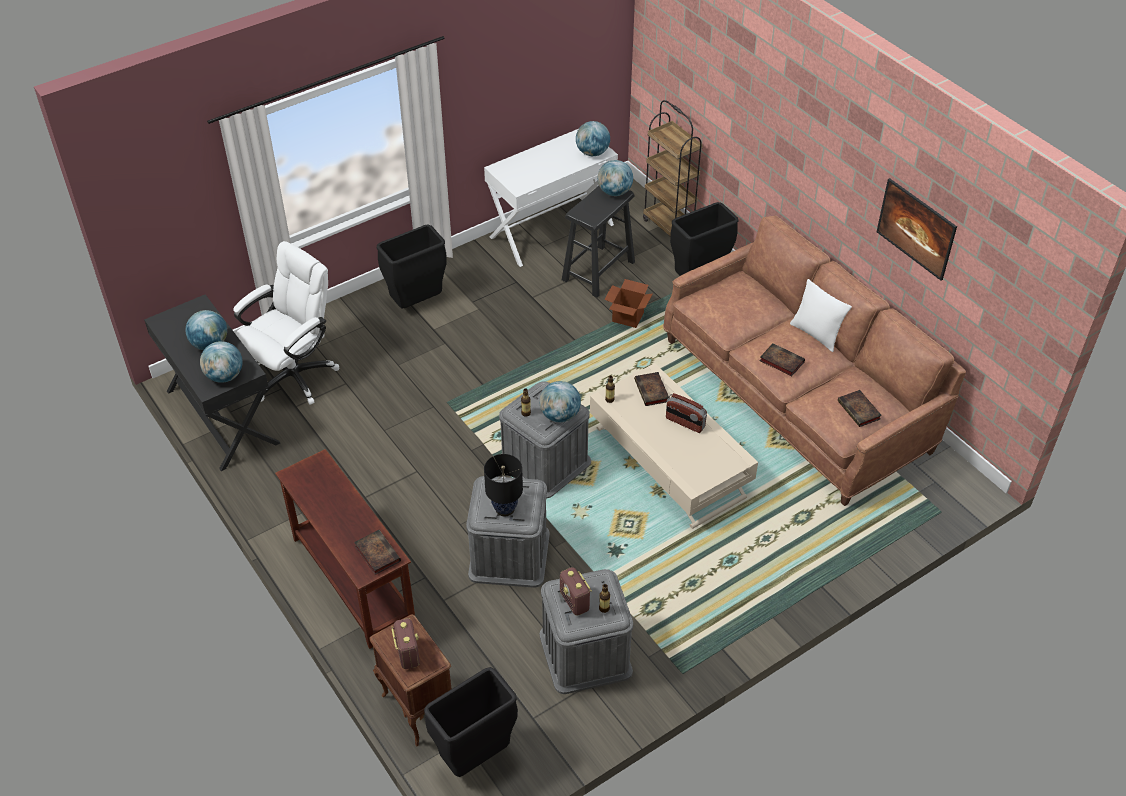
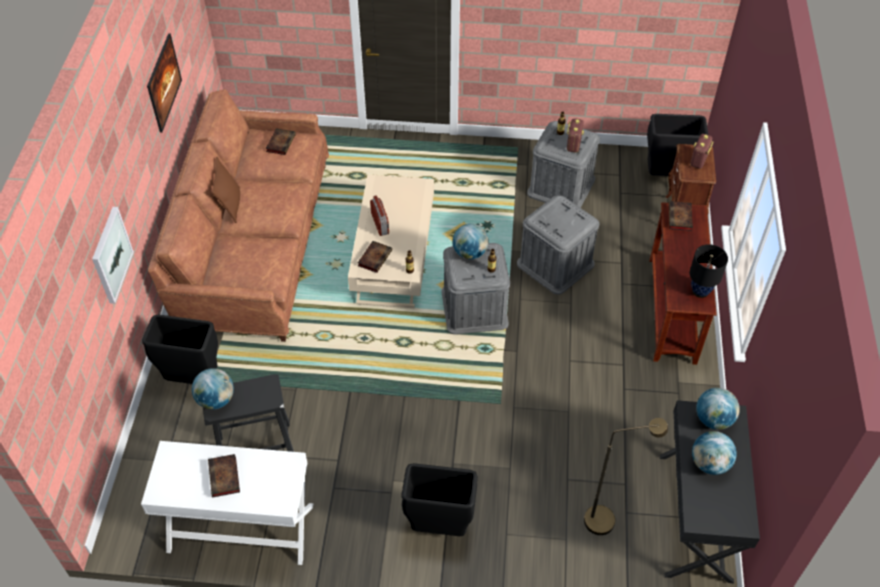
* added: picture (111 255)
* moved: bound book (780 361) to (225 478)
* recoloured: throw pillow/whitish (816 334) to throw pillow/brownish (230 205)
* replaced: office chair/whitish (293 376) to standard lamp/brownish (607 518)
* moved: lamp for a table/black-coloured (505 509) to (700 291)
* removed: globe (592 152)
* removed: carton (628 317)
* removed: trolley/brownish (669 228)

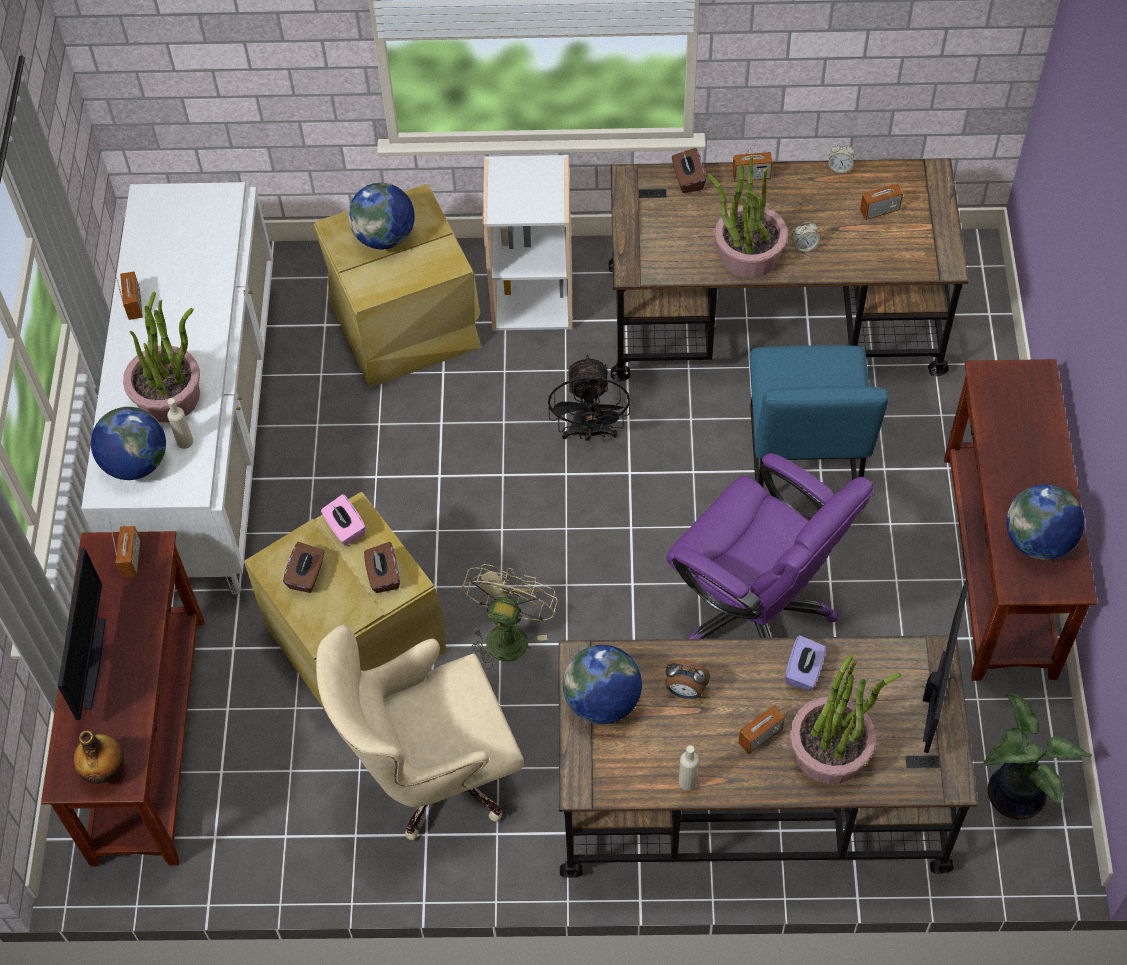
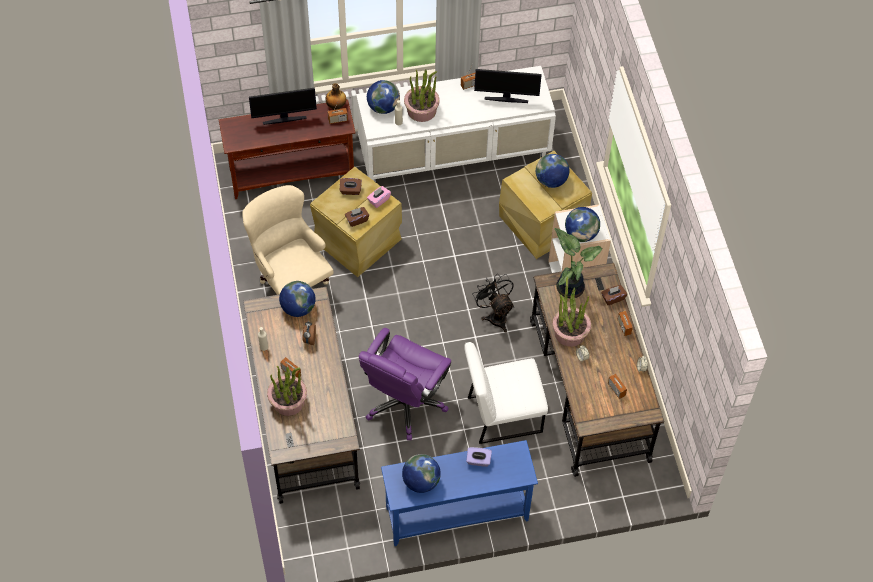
* moved: drink bottle (105 769) to (336 106)
* recoloured: console table/brownish (999 566) to console table/blue (456 514)
* recoloured: chair/blue (803 459) to chair/whitish (502 414)
* moved: tissue holder/purple (803 671) to (478 461)
* turned: electric fan/black-coloured (589 433) = (495 315) 75 degrees clockwise
* moved: computer display (932 695) to (506 99)
* moved: houseplant (1011 794) to (570 286)
* added: globe (581 234)
* removed: electric fan/beige (508 633)

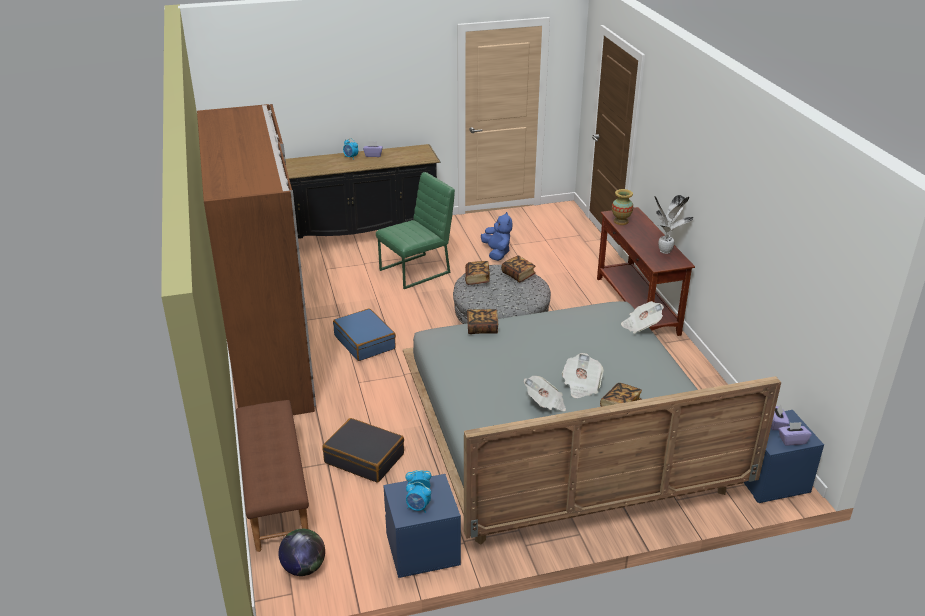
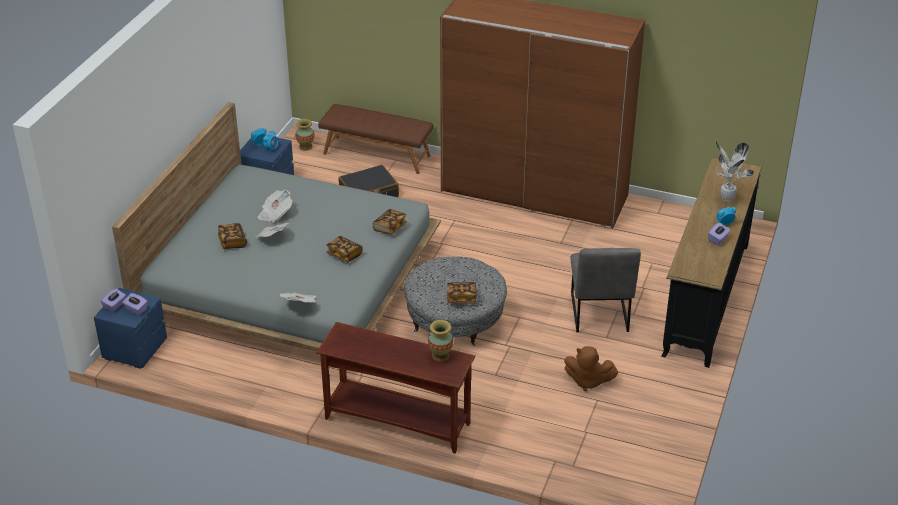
* replaced: globe (303 568) to decorative vase (306 147)
* moved: bound book (477 279) to (344 255)
* recoloured: soft toy/blue (497 253) to soft toy/brownish (587 381)
* recoloured: chair/green (417 271) to chair/grey (599 313)
* moved: houseplant (665 251) to (726 198)
* removed: travel case/blue (365 342)

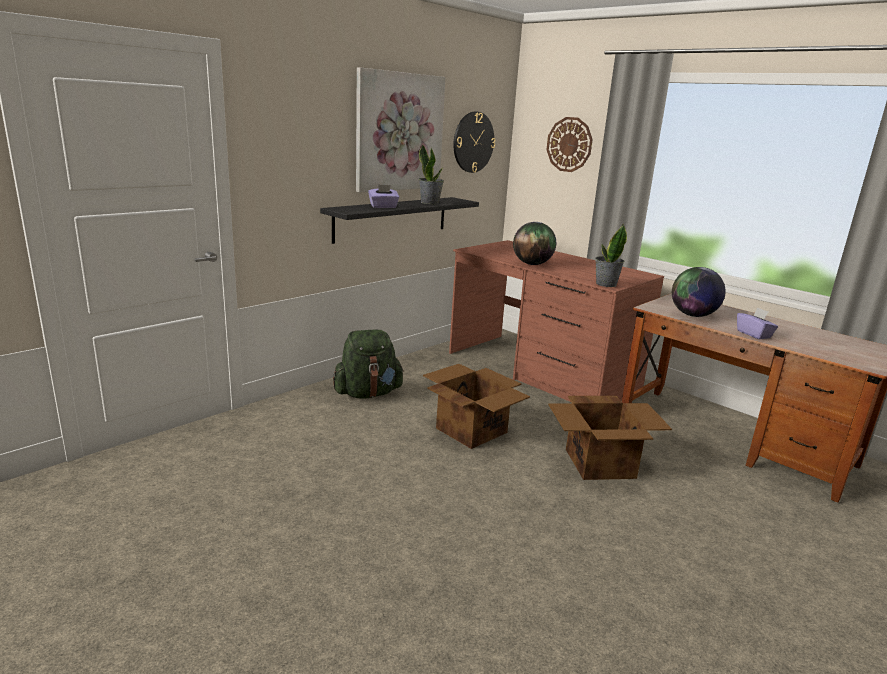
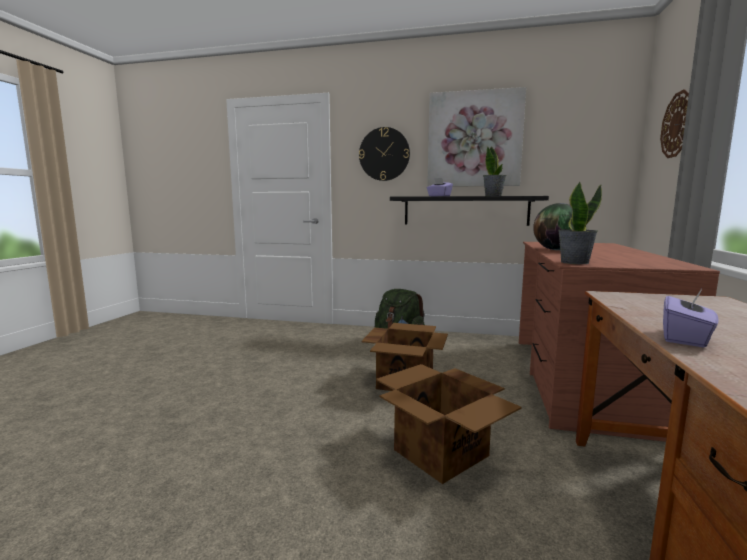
* moved: clock on the wall (473 142) to (384 154)
* removed: globe (693 315)

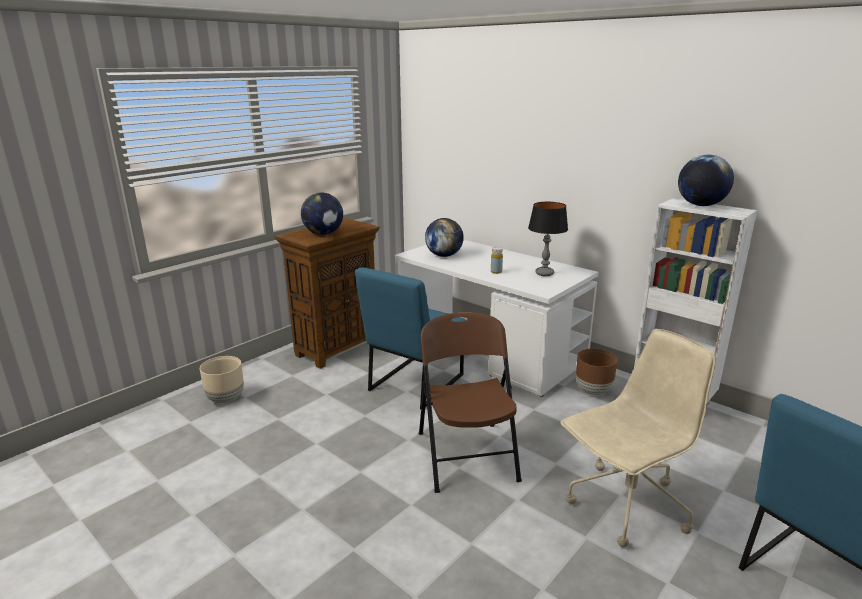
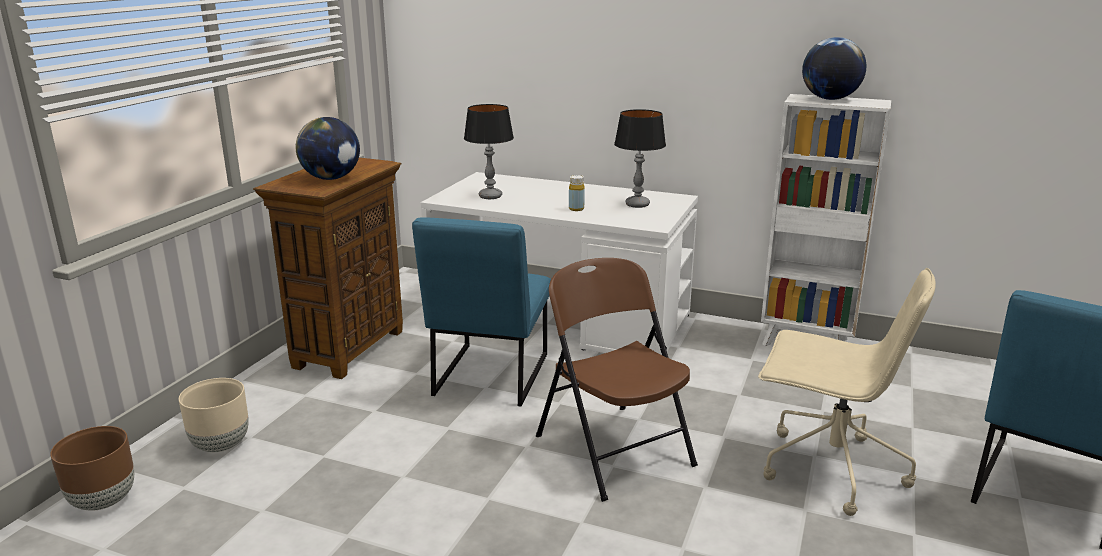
* moved: flower pot/brownish (593 391) to (104 500)
* replaced: globe (444 255) to lamp for a table (490 196)
* turned: office chair/beige (623 507) = (825 468) 75 degrees clockwise

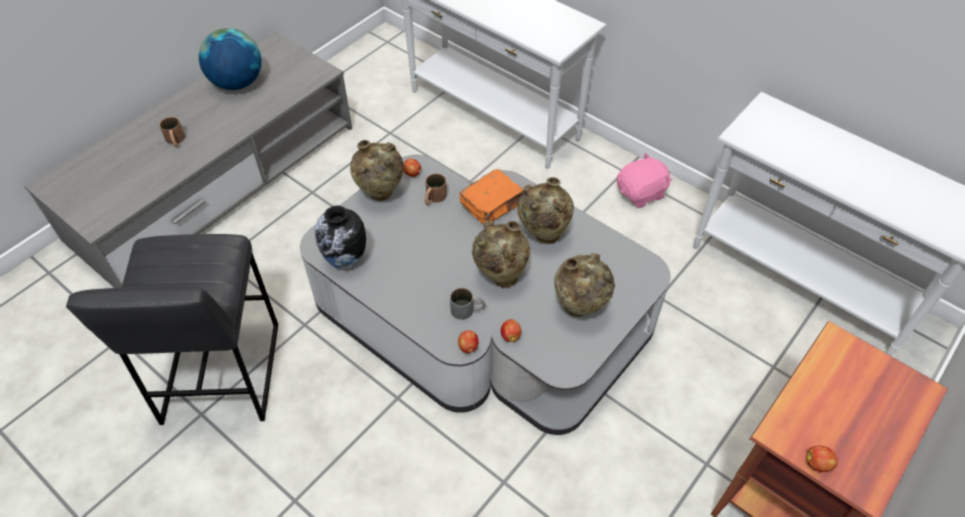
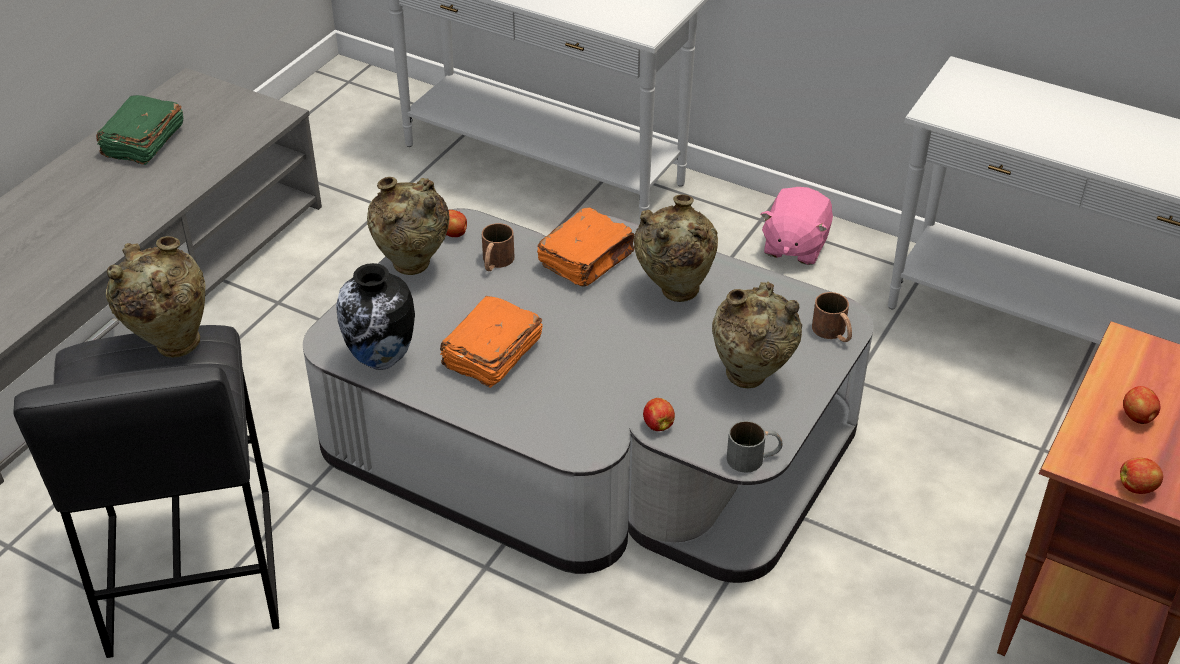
* replaced: globe (237 83) to bound book/green (142 142)
* moved: decorative vase/beige (500 277) to (170 344)
* added: bound book/orangey (491 355)
* moved: coffee mug/grey (468 310) to (754 458)
* turned: soft toy/pinkish (641 193) = (794 246) 150 degrees clockwise
* moved: coffee mug/brownish (175 141) to (833 333)
* moved: apple (468 347) to (1137 417)

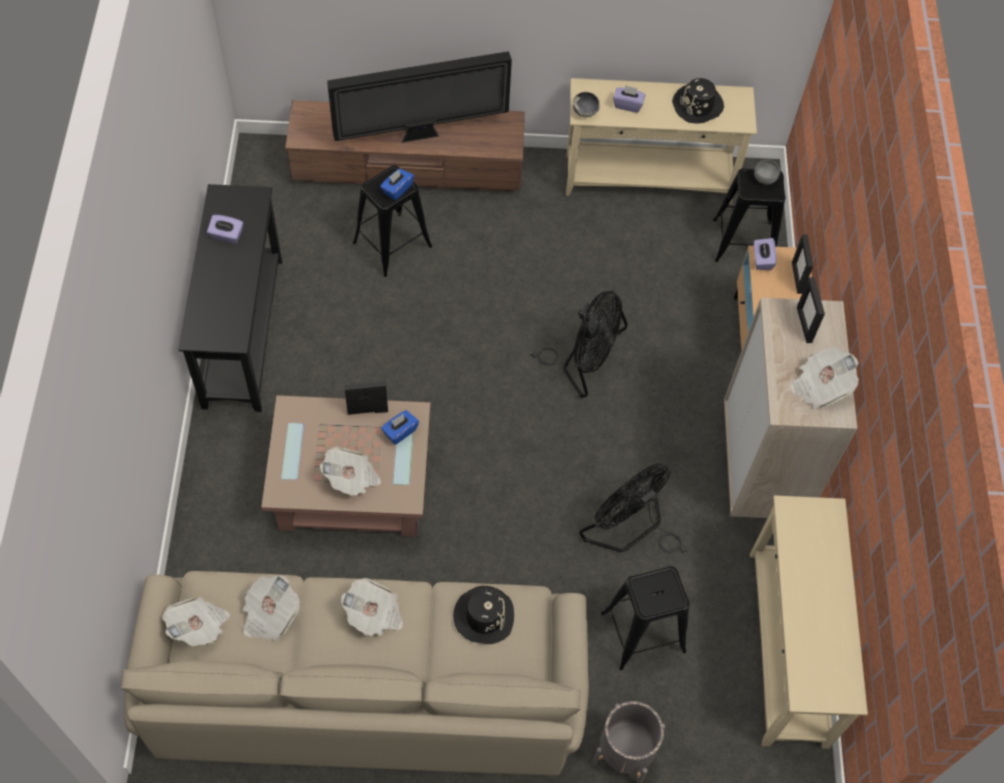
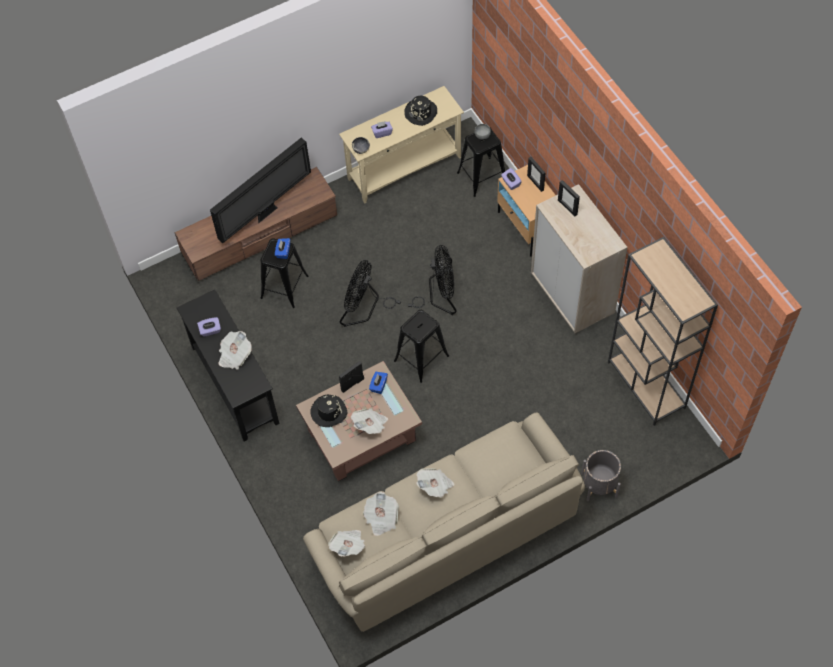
* moved: newspaper (820 386) to (234 355)
* moved: wearable hat/black-coloured (484 616) to (328 412)
* moved: electric fan/black-coloured (634 526) to (366 304)
* moved: sitting stool/black-coloured (643 632) to (421 358)
* replaced: console table/beige (788 649) to bookcase (647 385)

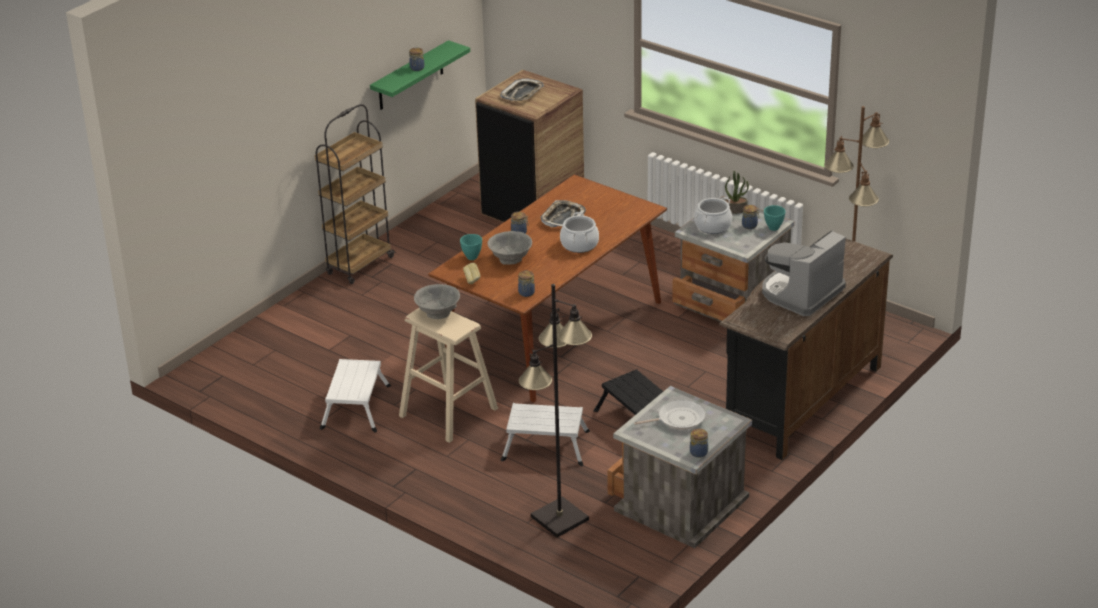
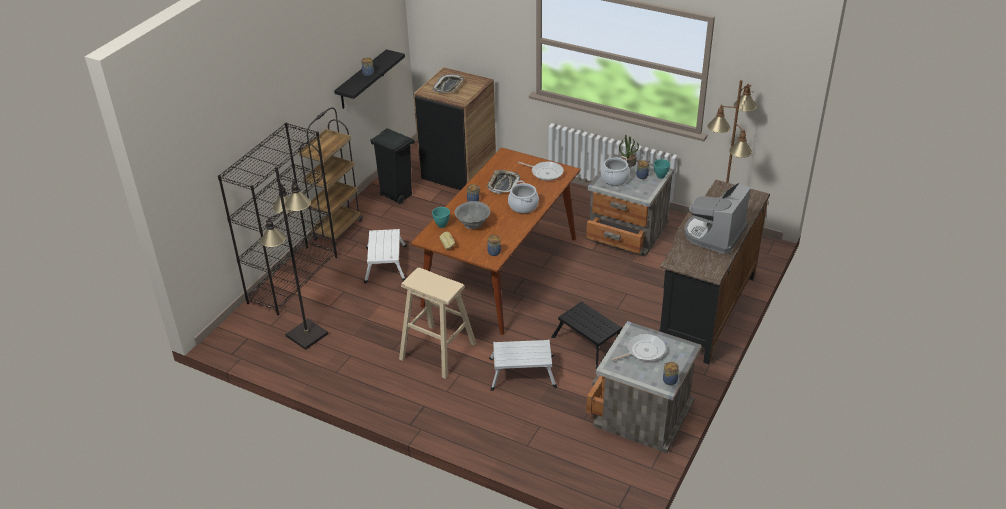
* added: bookcase/black-coloured (293 279)
* moved: standard lamp/black-coloured (559 519) to (307 335)
* recoloured: bracket shelf/green (410 76) to bracket shelf/black-coloured (362 80)
* moved: step ladder/whitish (356 406) to (385 263)
* added: rubbish bin/black-coloured (396 196)
* added: skillet (545 173)
* removed: bowl/grey (438 314)

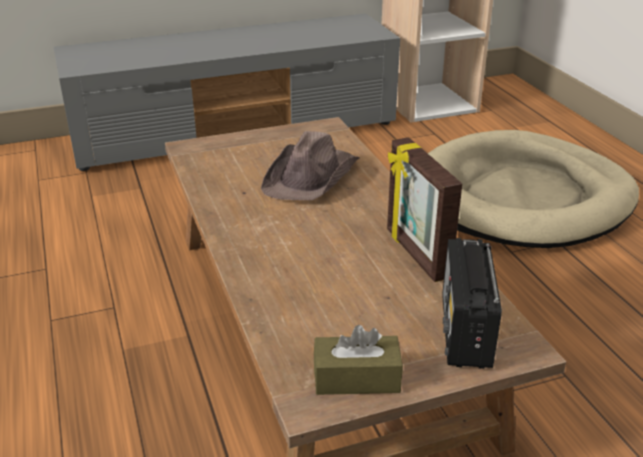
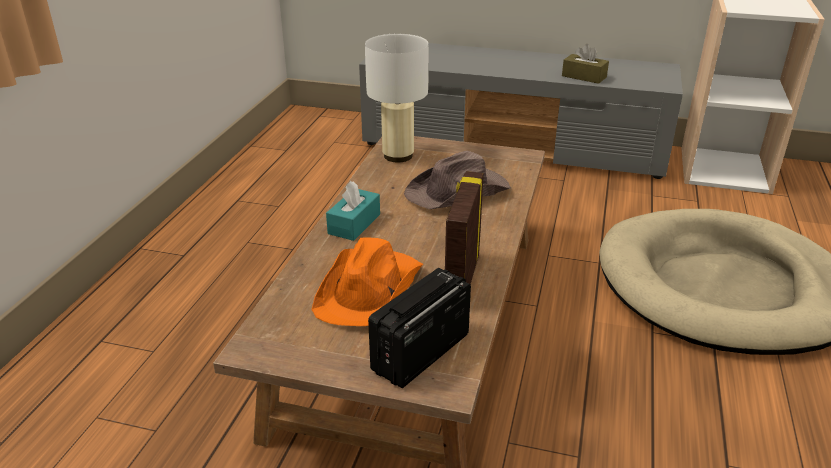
* added: wearable hat/orangey (370 289)
* added: tissue holder/turquoise-coloured (354 224)
* added: lamp for a table/whitish (399 155)
* moved: tissue holder/brownish (356 378) to (584 76)

